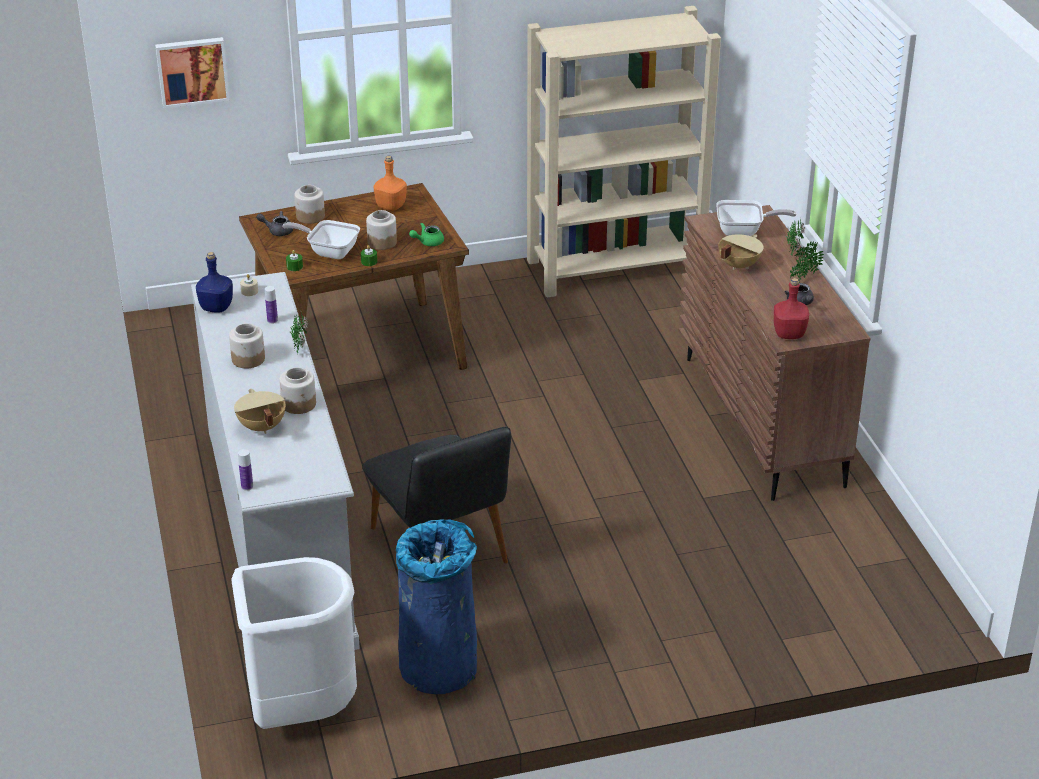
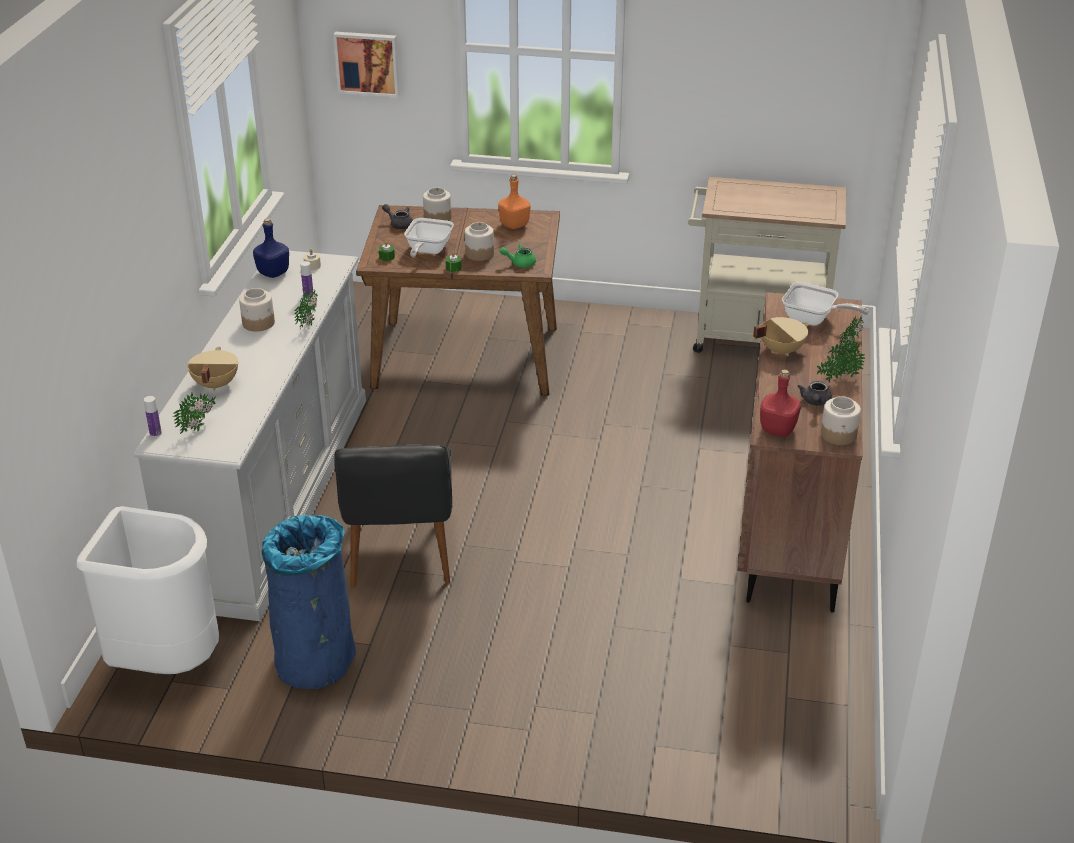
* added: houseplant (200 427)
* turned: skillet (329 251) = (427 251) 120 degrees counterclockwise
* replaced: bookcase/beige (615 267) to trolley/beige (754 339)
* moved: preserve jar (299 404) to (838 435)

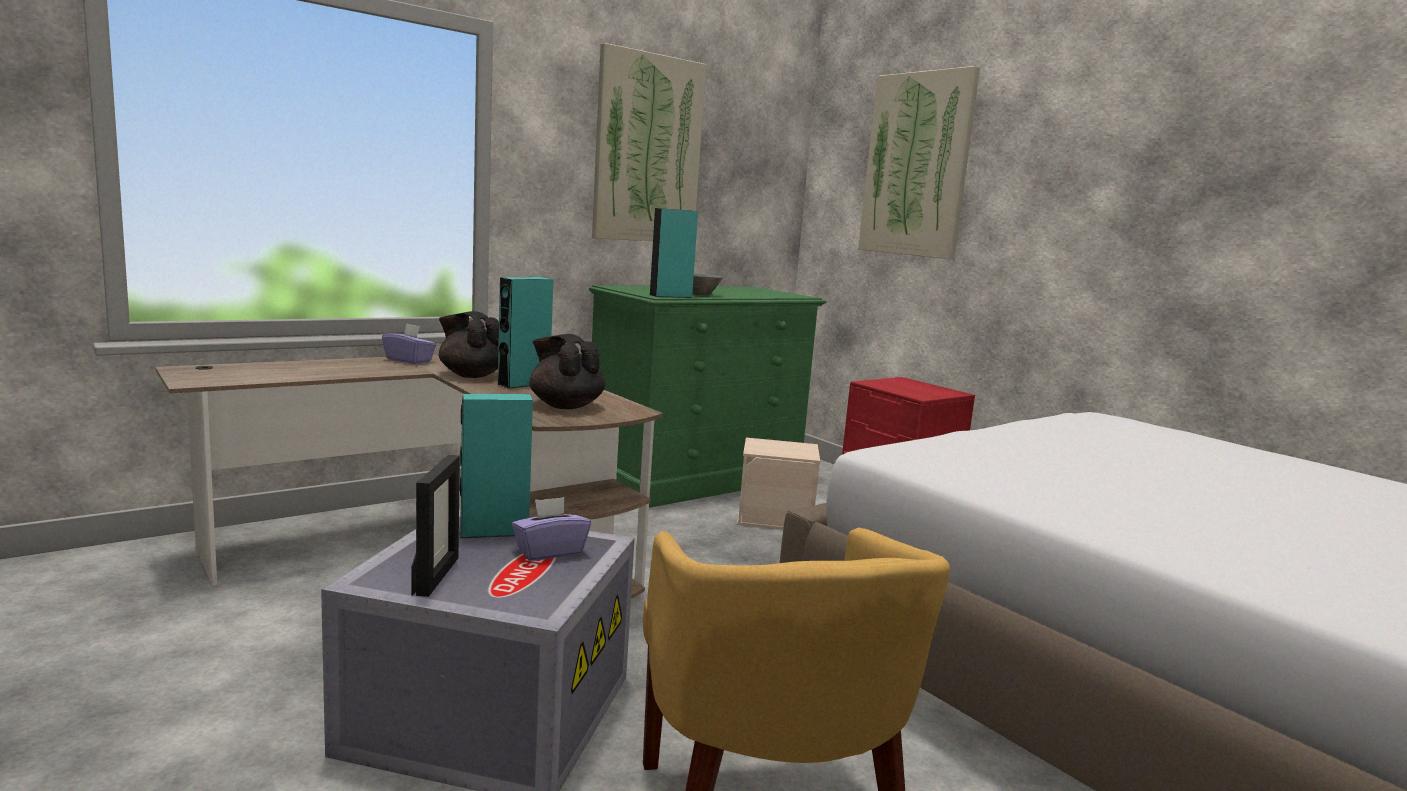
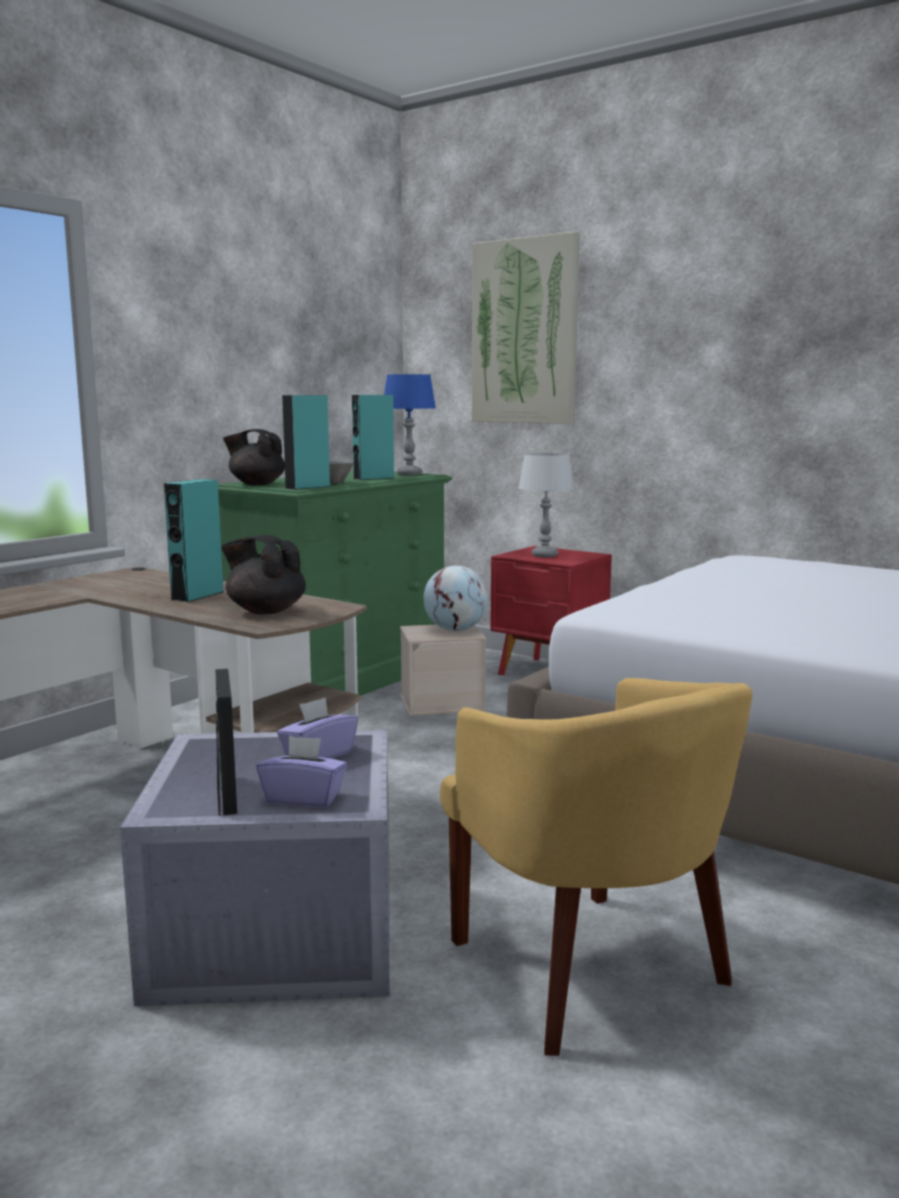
* moved: pot for tea/black-coloured (471 375) to (256 484)
* moved: tissue holder/purple (409 360) to (303 798)
* moved: audio speaker/turquoise-coloured (494 531) to (373 478)
* added: lamp for a table/blue (409 474)
* added: globe (456 630)
* added: lamp for a table/grey (544 555)
* removed: picture (648 149)

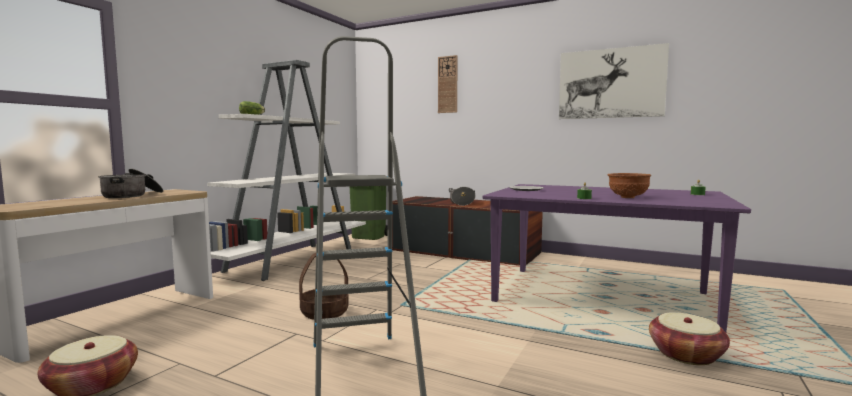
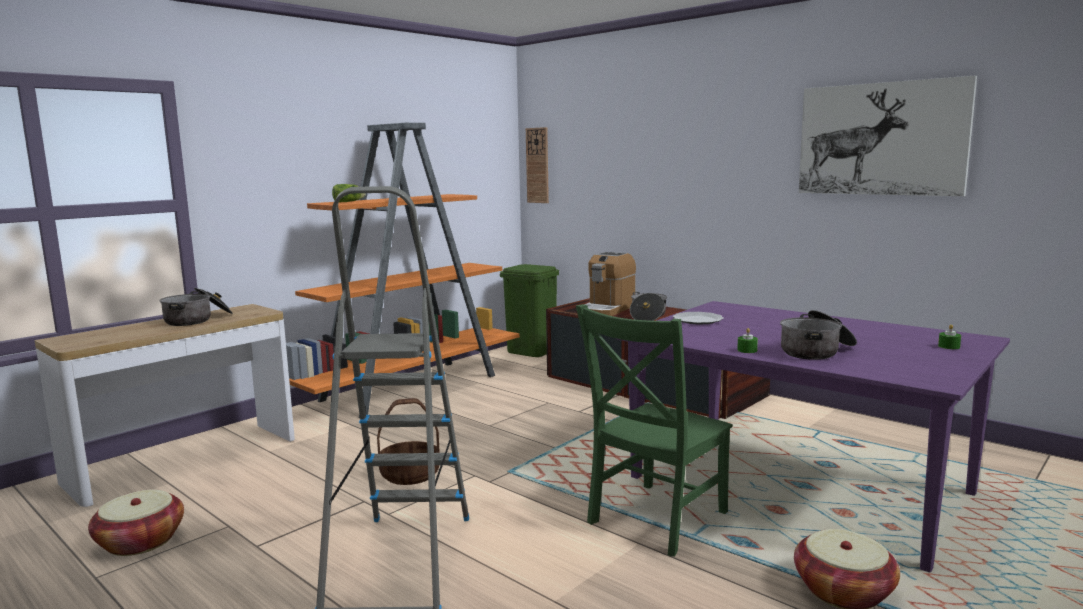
* recoloured: bookcase/whitish (293 260) to bookcase/orangey (412 387)
* moved: clock on the wall (447 84) to (537 165)
* added: chair/green (654 520)
* added: coffee maker (607 309)
* replaced: bowl/brownish (627 197) to cooking pot (817 351)

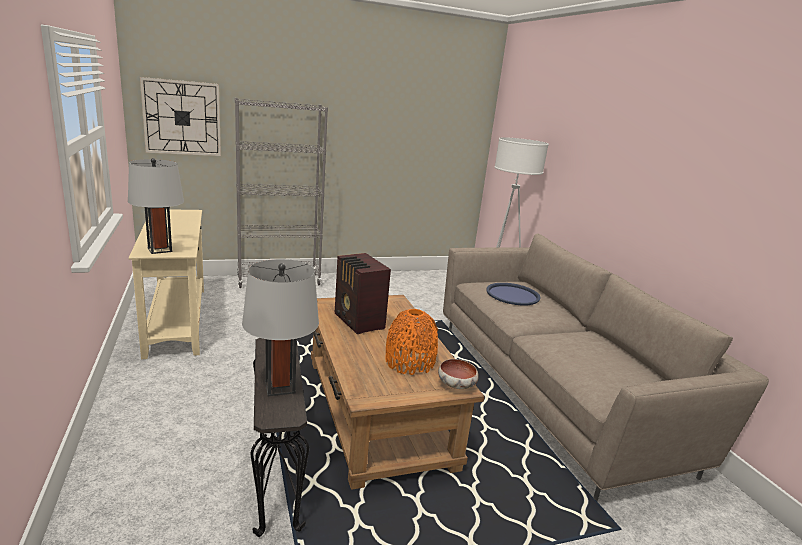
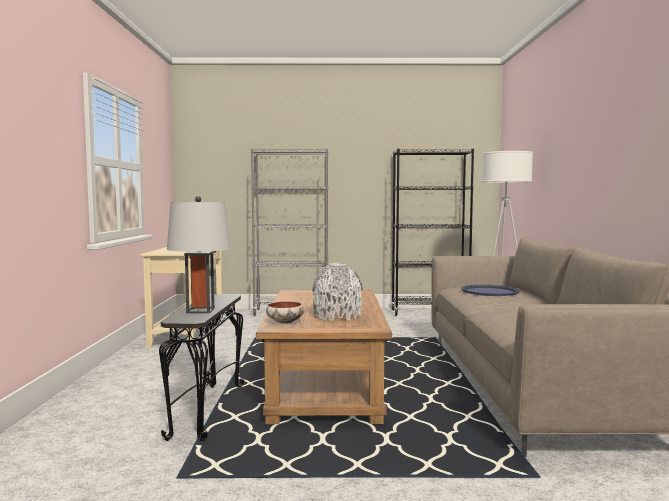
* moved: bowl (457 385) to (285 322)
* recoloured: decorative vase/orangey (409 362) to decorative vase/grey (337 316)
* added: bookcase/black-coloured (430 313)
* removed: lamp for a table/grey (160 250)
* removed: clock on the wall (182 118)
* removed: radio receiver (358 322)

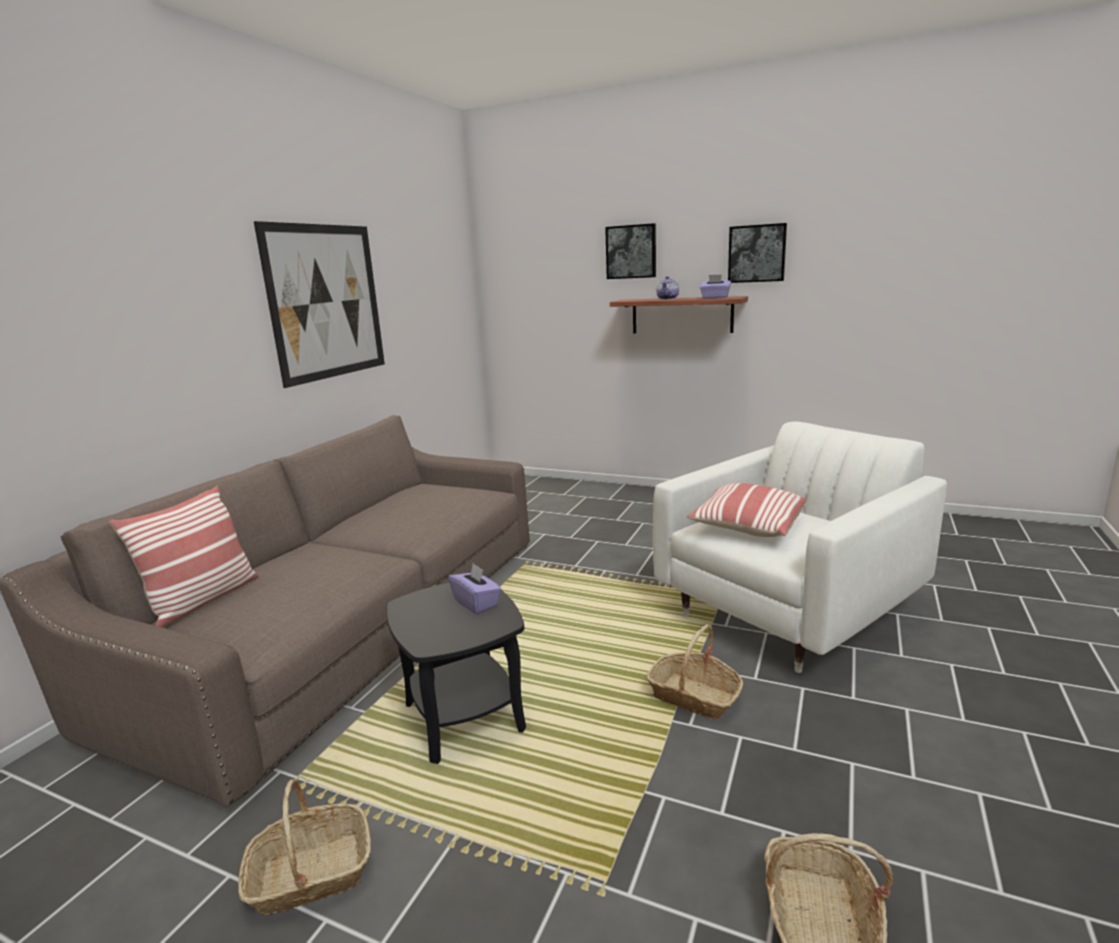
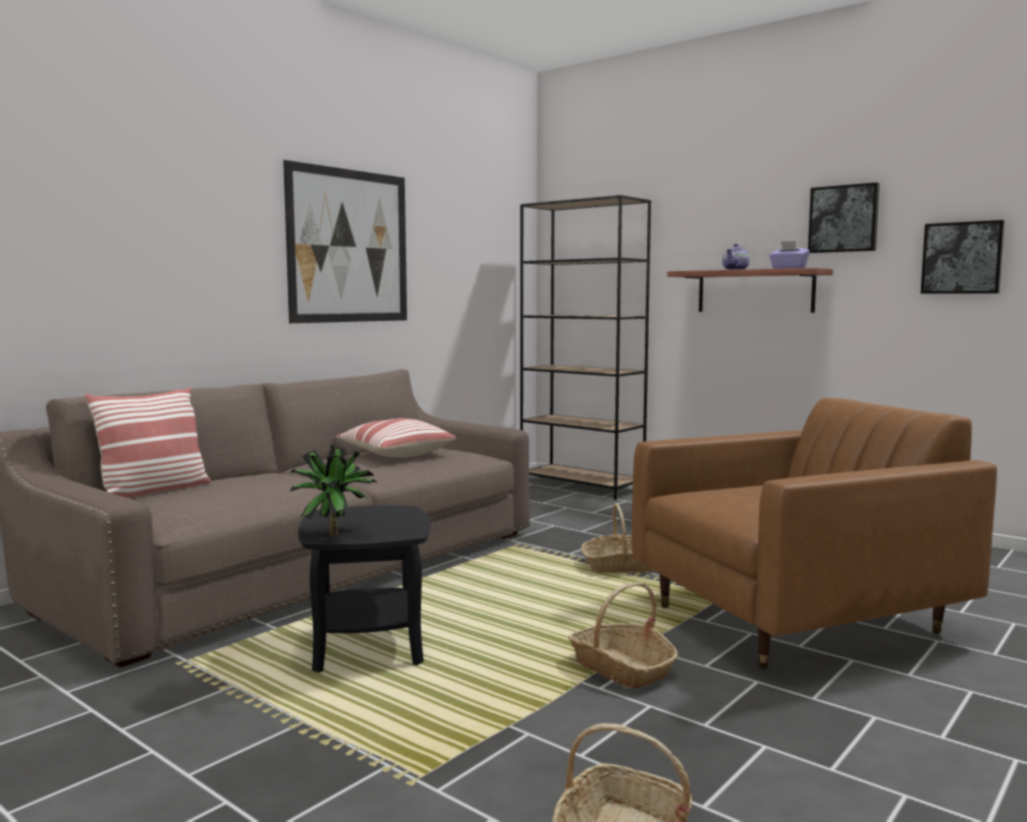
* added: houseplant (333 534)
* moved: throw pillow (747 526) to (395 454)
* added: bookcase/beige (582 486)
* moved: storage basket (310 874) to (619 566)
* recoloured: easy chair/whitish (789 611) to easy chair/brownish (796 620)
* moved: picture (631 252) to (962 258)
* removed: tissue holder/purple (476 603)

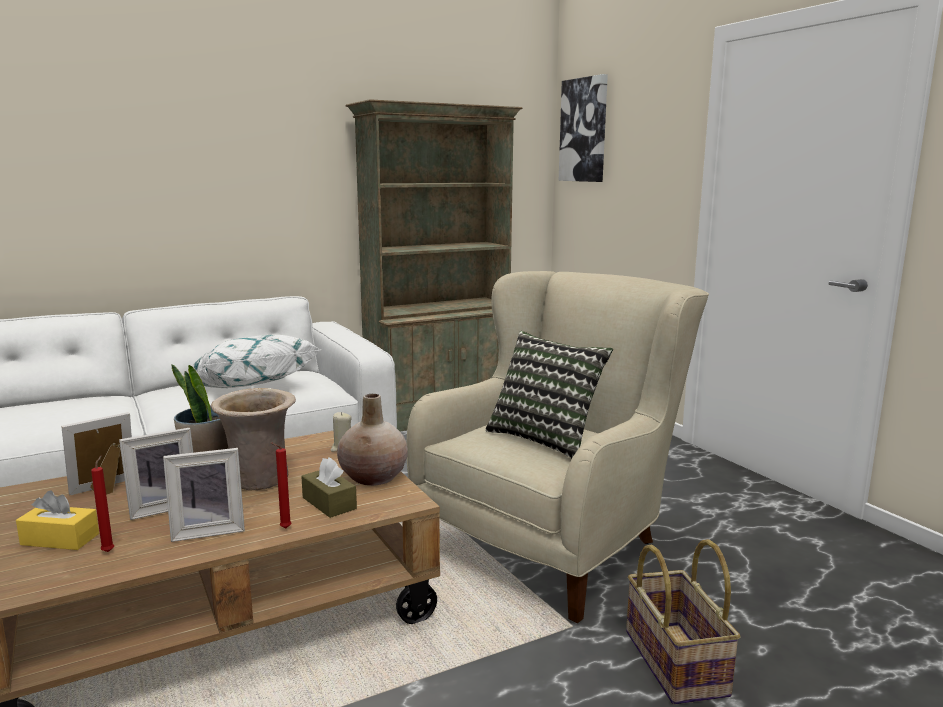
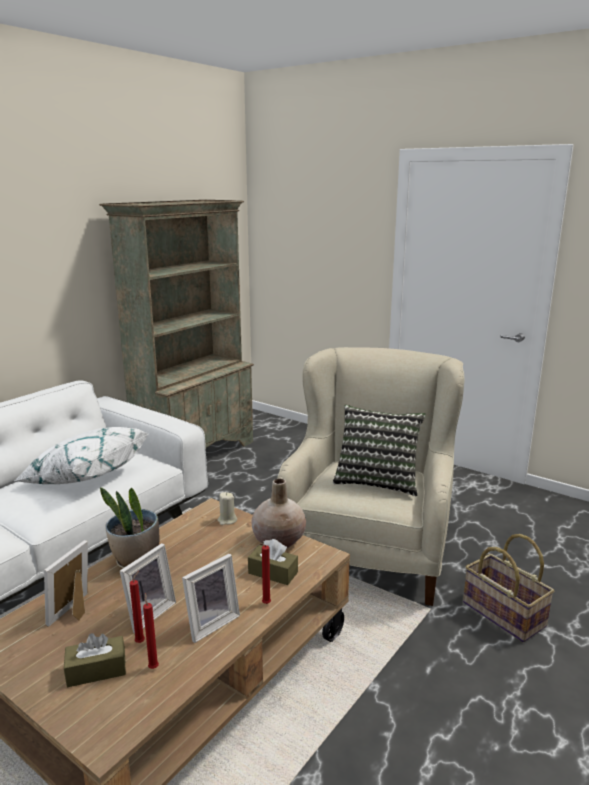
* recoloured: tissue holder/yellow-coloured (60 539) to tissue holder/brownish (96 670)
* added: wax light/reddish (141 641)
* removed: decorative vase/beige (260 481)
* removed: picture (584 130)

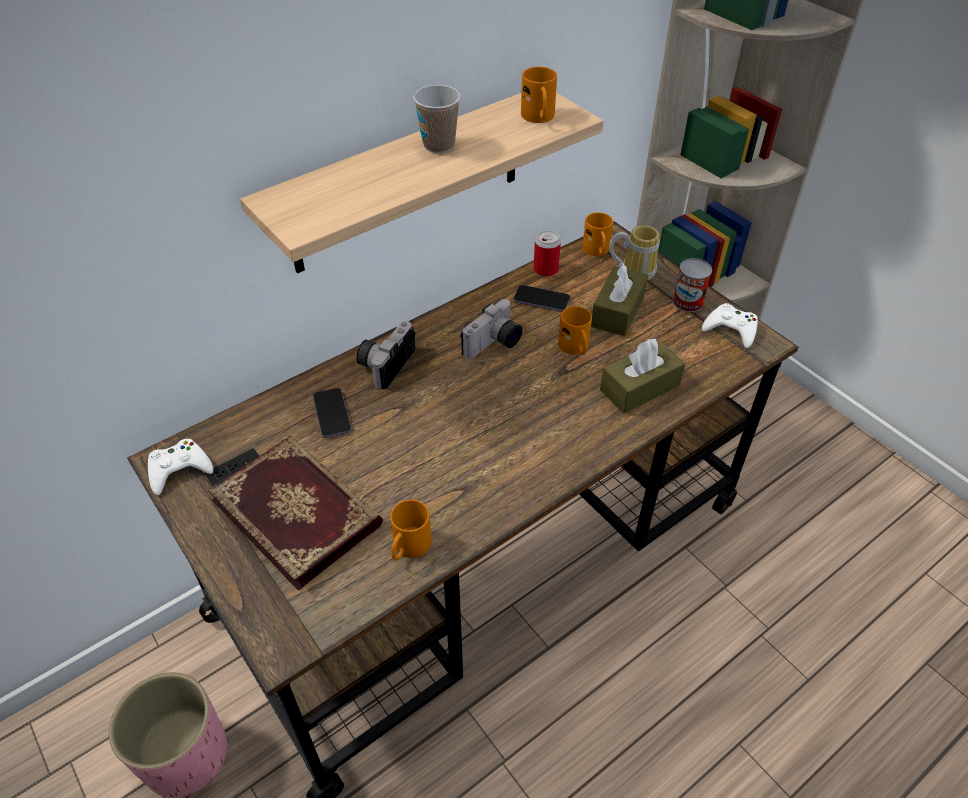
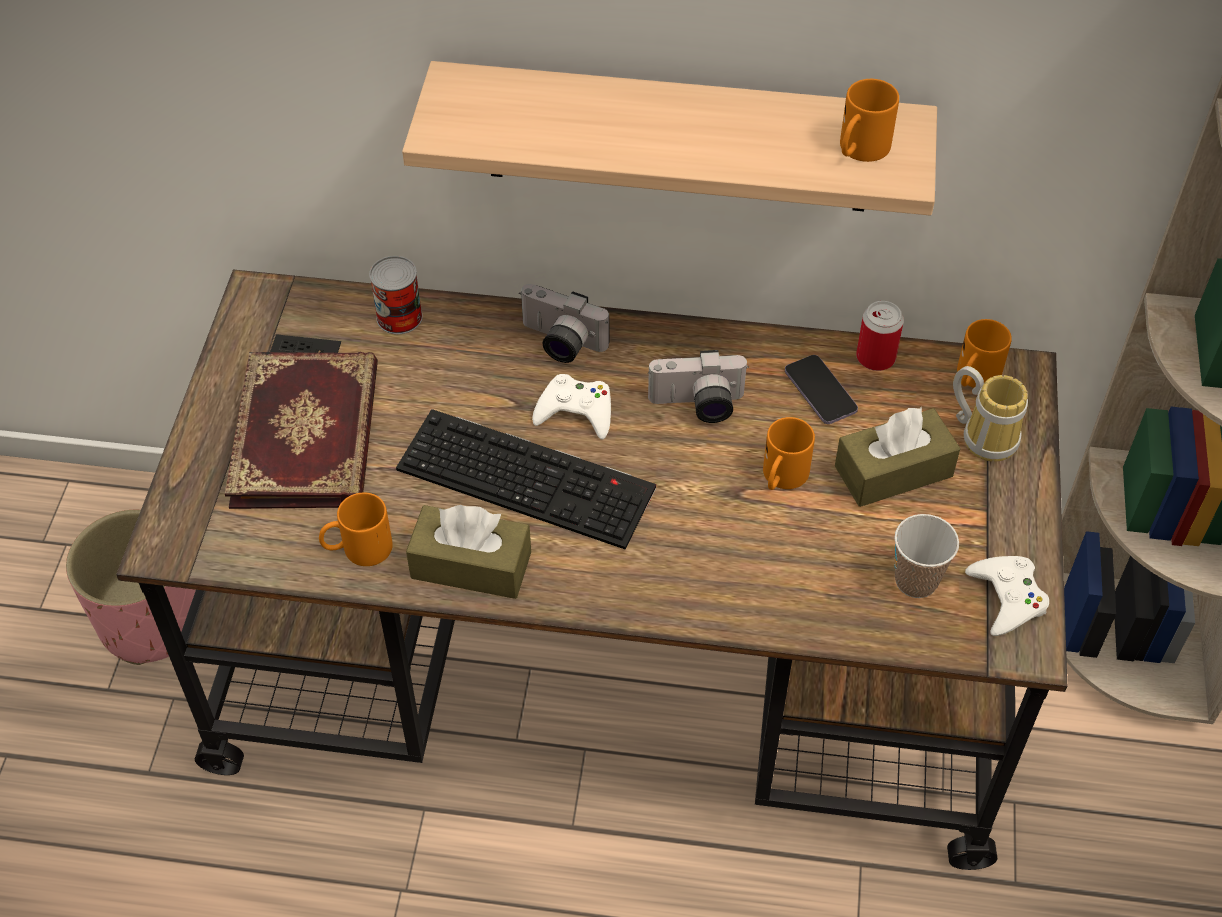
* moved: sealed can (688 302) to (399 317)
* added: computer keyboard (530 477)
* moved: tissue holder/brownish (639 387) to (471 565)
* turned: still camera (385 363) = (559 343) 135 degrees counterclockwise
* moved: gamepad/whitish (179 469) to (576 412)
* moved: cup (439 145) to (916 581)
* removed: telephone (332 414)

